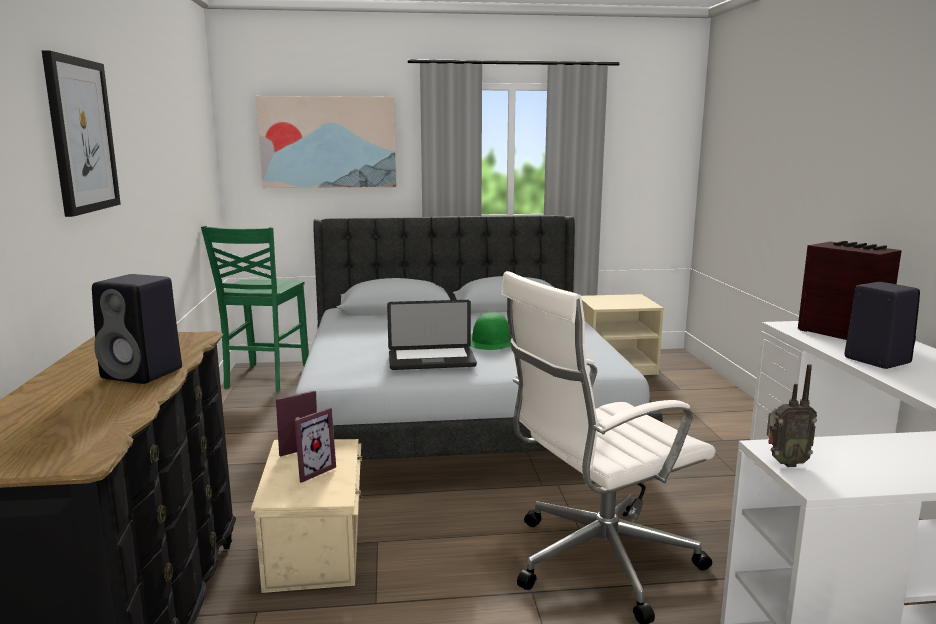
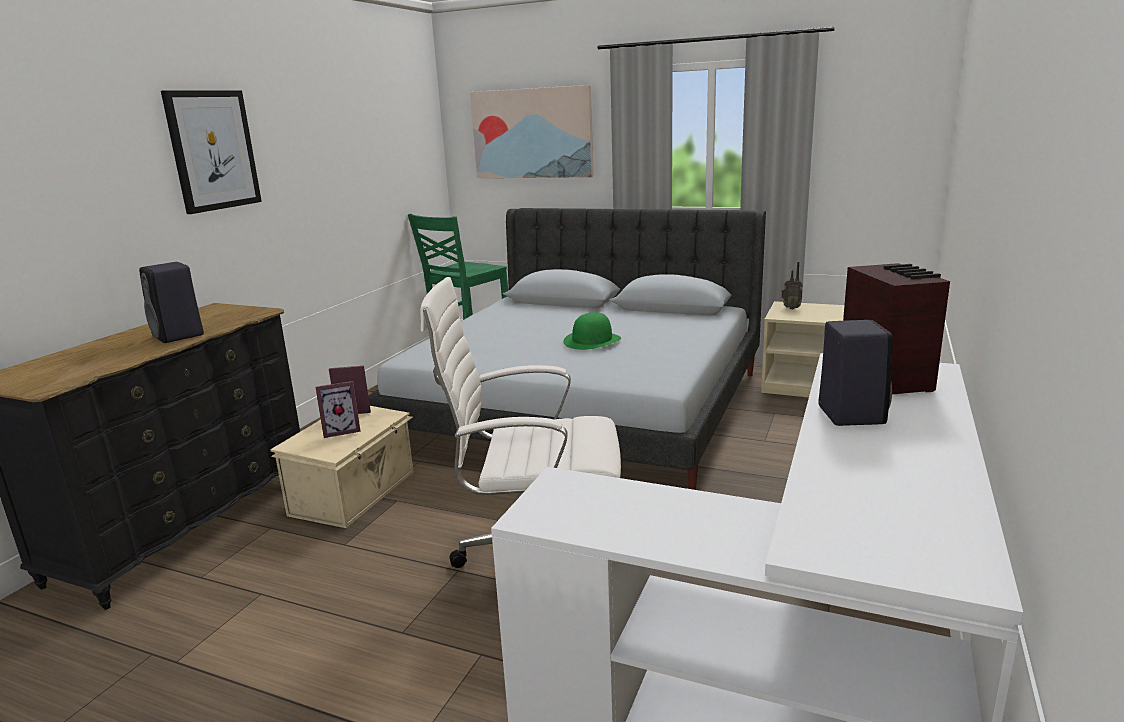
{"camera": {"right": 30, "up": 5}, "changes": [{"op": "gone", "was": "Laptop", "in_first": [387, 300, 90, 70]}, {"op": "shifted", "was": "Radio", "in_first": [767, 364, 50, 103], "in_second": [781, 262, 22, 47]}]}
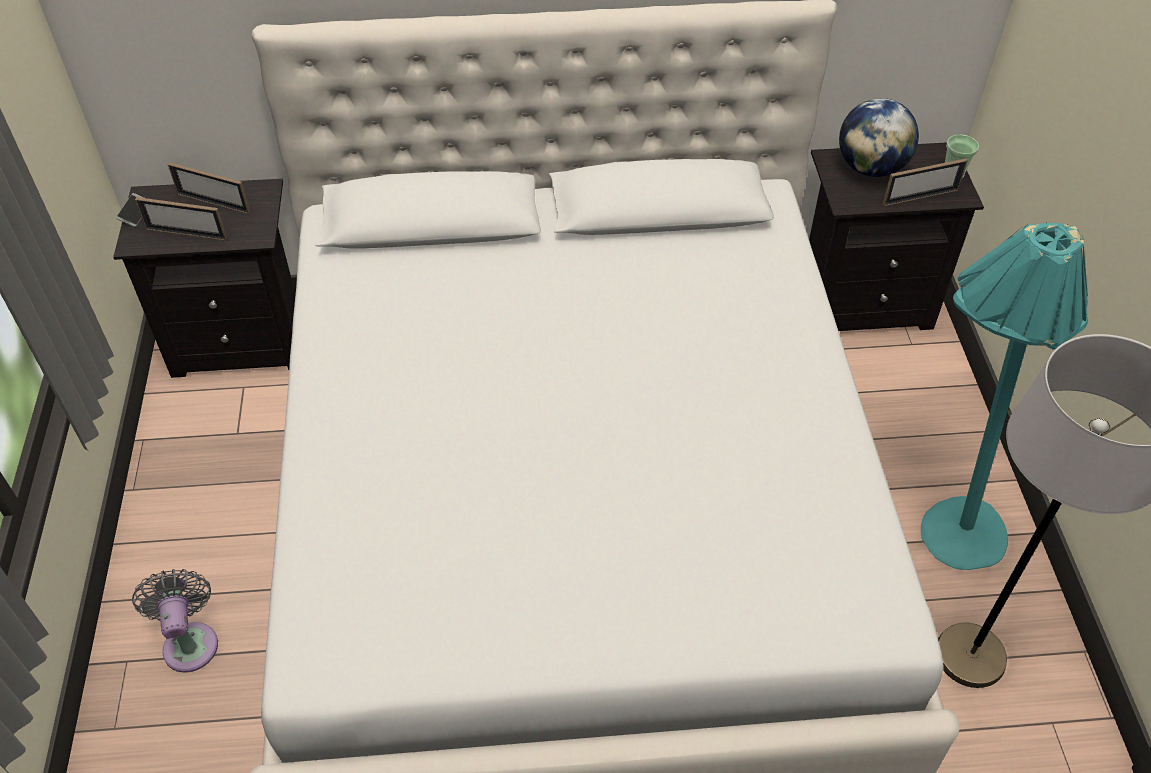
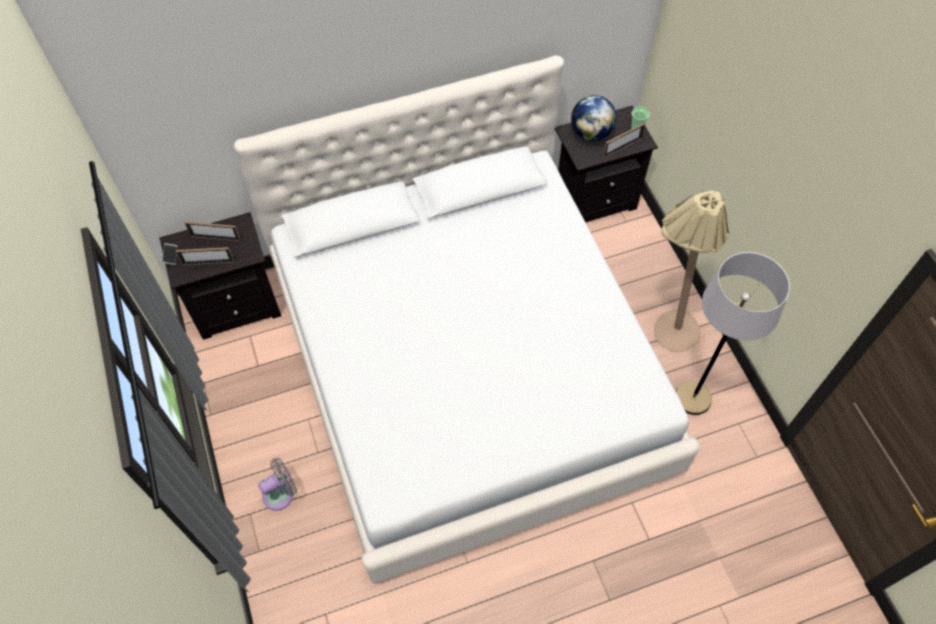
{"camera": {"right": -15, "up": 10}, "changes": [{"op": "rotated", "was": "GreyFan", "in_first": [132, 569, 86, 104], "in_second": [258, 458, 39, 53], "clockwise": 90}, {"op": "repainted", "was": "TurquoiseFloorLamp", "now": "BeigeFloorLamp", "in_first": [921, 221, 167, 349], "in_second": [654, 190, 76, 162]}]}
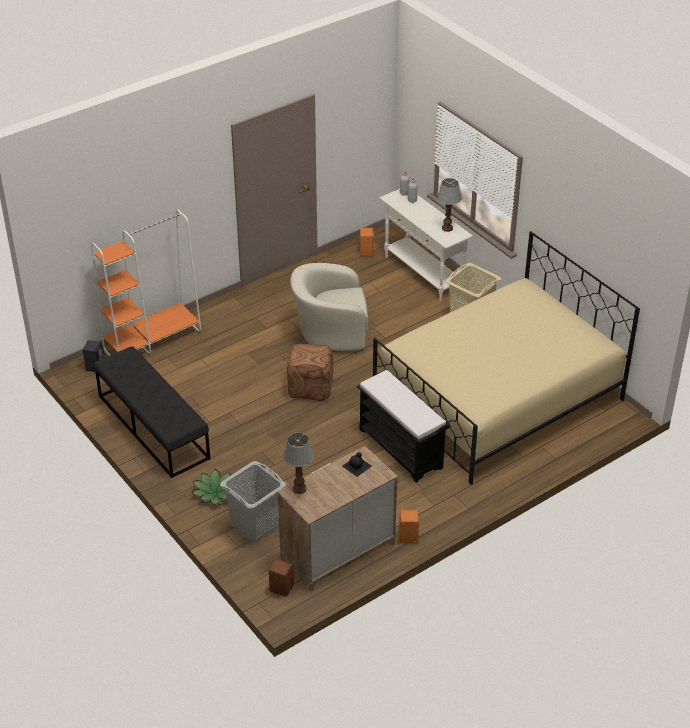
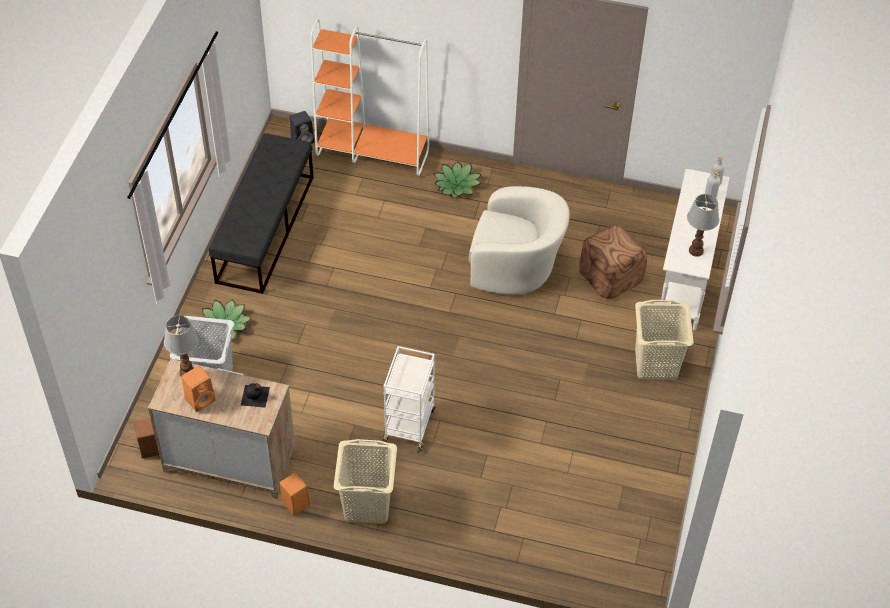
{"camera": {"right": 50, "up": 10}, "changes": [{"op": "shifted", "was": "BrownOttoman", "in_first": [287, 344, 46, 57], "in_second": [579, 224, 68, 75]}, {"op": "rotated", "was": "BeigeArmchair", "in_first": [290, 263, 78, 88], "in_second": [469, 186, 101, 109], "clockwise": 150}, {"op": "swapped", "was": "BlackBench", "now": "WhiteCart", "in_first": [357, 369, 92, 114], "in_second": [383, 346, 53, 107]}, {"op": "shifted", "was": "OrangeSpeaker", "in_first": [360, 228, 15, 28], "in_second": [181, 366, 35, 46]}, {"op": "gone", "was": "BeigeBed", "in_first": [373, 231, 267, 254]}, {"op": "new", "now": "BeigeLaundryBasket", "in_second": [334, 439, 63, 85]}, {"op": "new", "now": "PottedPlant", "in_second": [434, 161, 47, 38]}]}
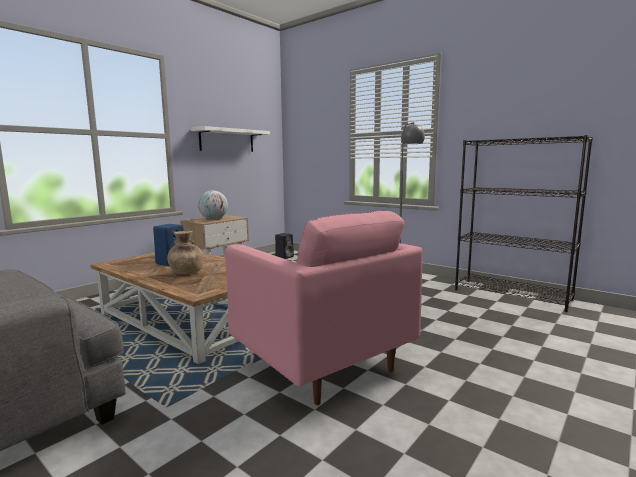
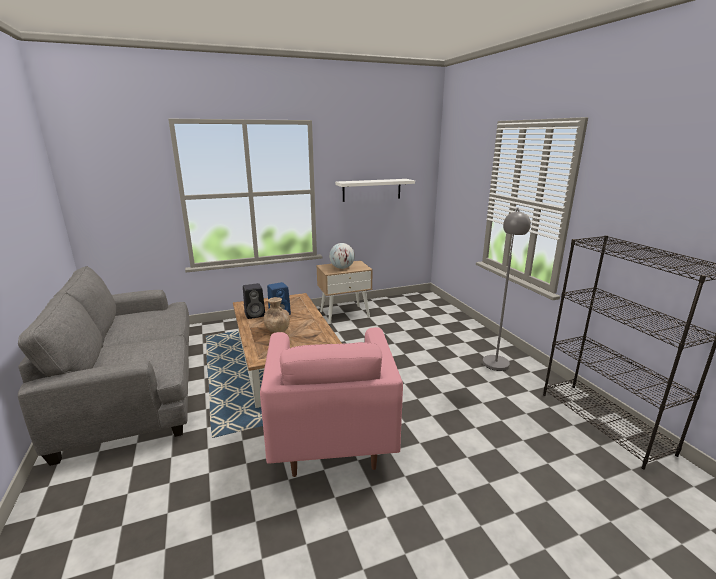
{"camera": {"right": 30, "up": 10}, "changes": [{"op": "shifted", "was": "BlackSpeaker", "in_first": [275, 233, 19, 26], "in_second": [243, 283, 22, 36]}]}
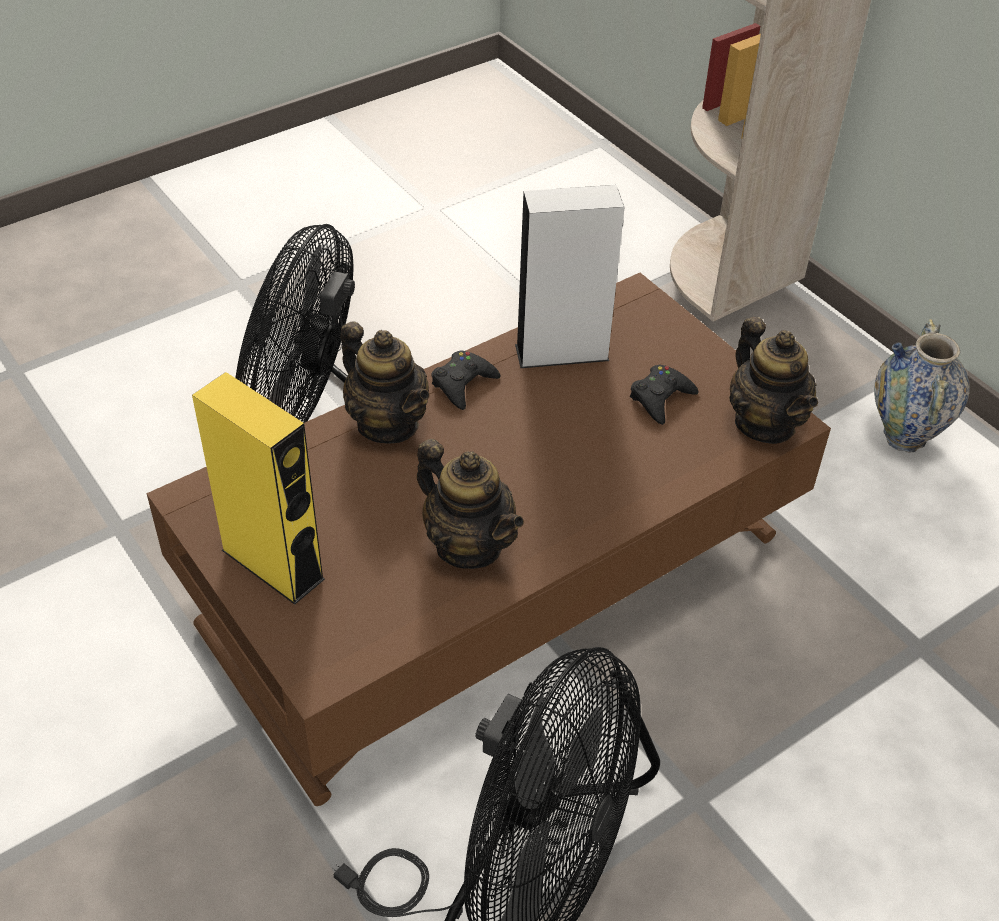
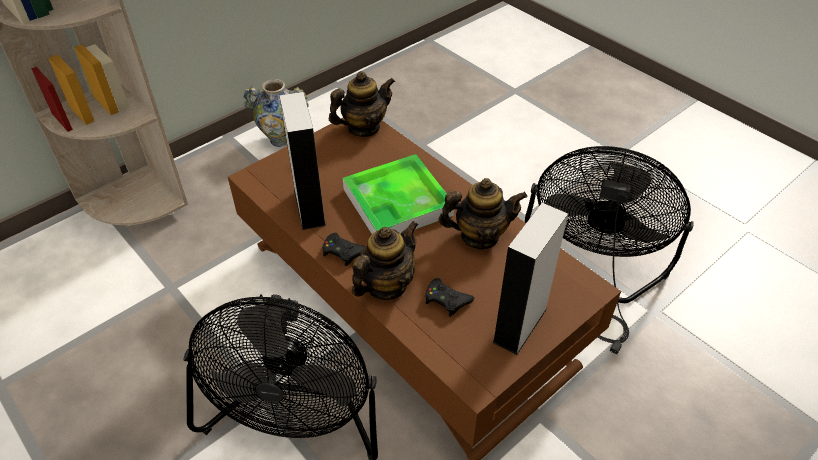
{"camera": {"right": -95, "up": 0}, "changes": [{"op": "repainted", "was": "YellowSpeaker", "now": "GreySpeaker", "in_first": [192, 372, 133, 233], "in_second": [492, 203, 76, 152]}, {"op": "rotated", "was": "Teapot", "in_first": [417, 439, 107, 130], "in_second": [439, 178, 88, 72], "clockwise": 45}, {"op": "shifted", "was": "BlackGameController", "in_first": [630, 365, 69, 60], "in_second": [425, 278, 49, 39]}, {"op": "new", "now": "Tray", "in_second": [343, 154, 111, 80]}]}
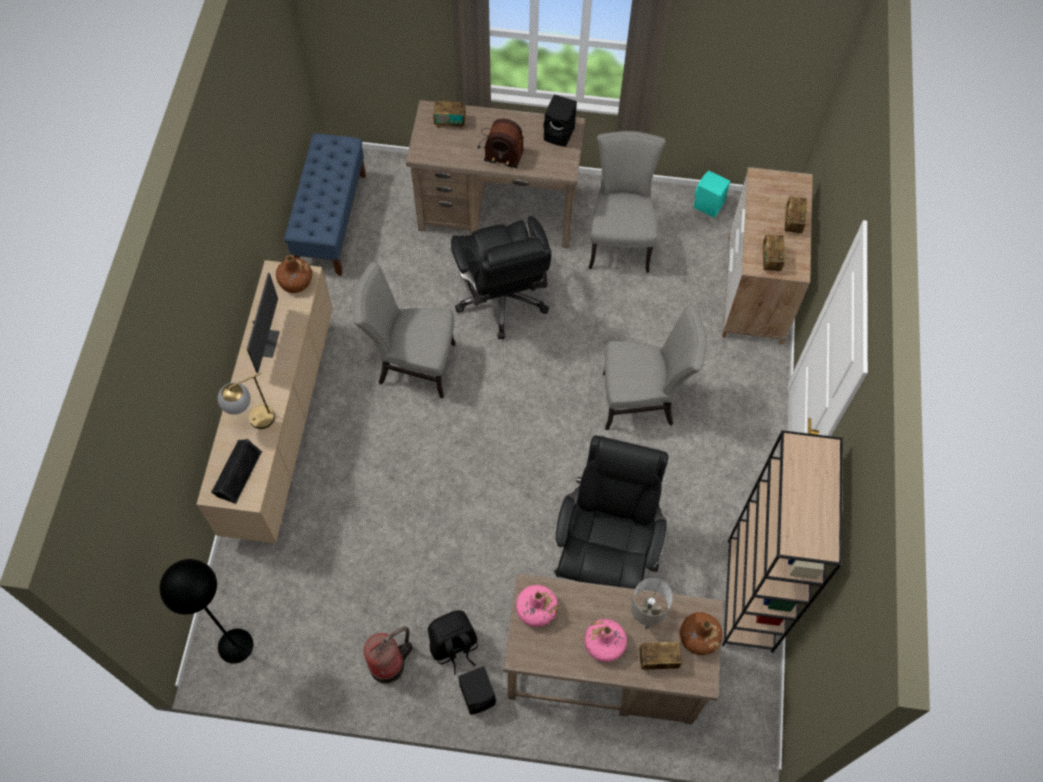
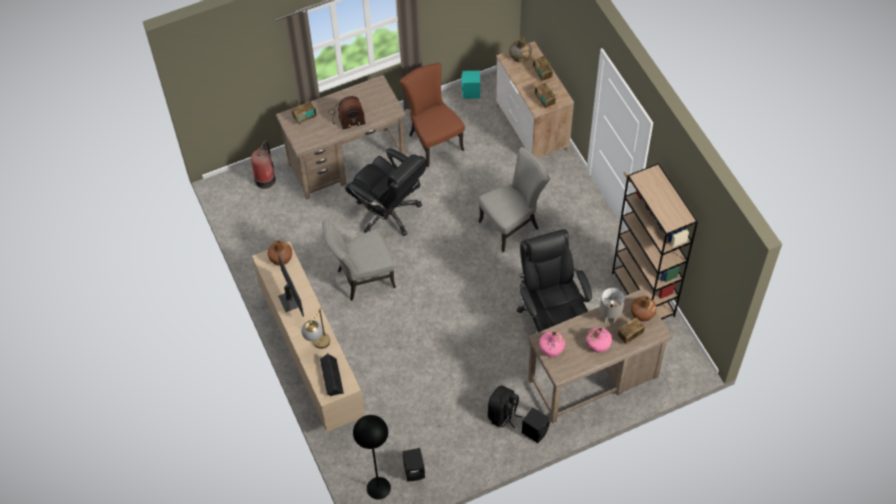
{"camera": {"right": -30, "up": -5}, "changes": [{"op": "gone", "was": "BlueBench", "in_first": [284, 134, 82, 142]}, {"op": "shifted", "was": "FireExtinguisher", "in_first": [364, 627, 49, 57], "in_second": [251, 141, 25, 48]}, {"op": "shifted", "was": "BlackSpeaker", "in_first": [543, 95, 34, 52], "in_second": [402, 448, 23, 33]}, {"op": "repainted", "was": "GreyChair", "now": "BrownChair", "in_first": [589, 131, 77, 141], "in_second": [400, 63, 65, 104]}, {"op": "new", "now": "GreenBottle", "in_second": [509, 37, 23, 25]}]}
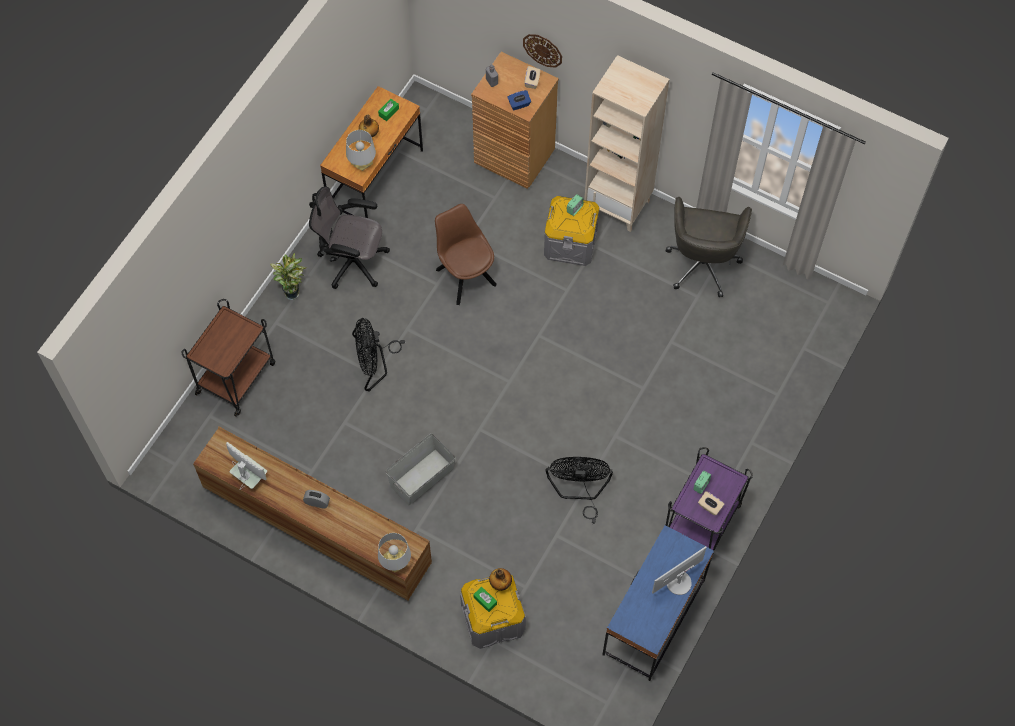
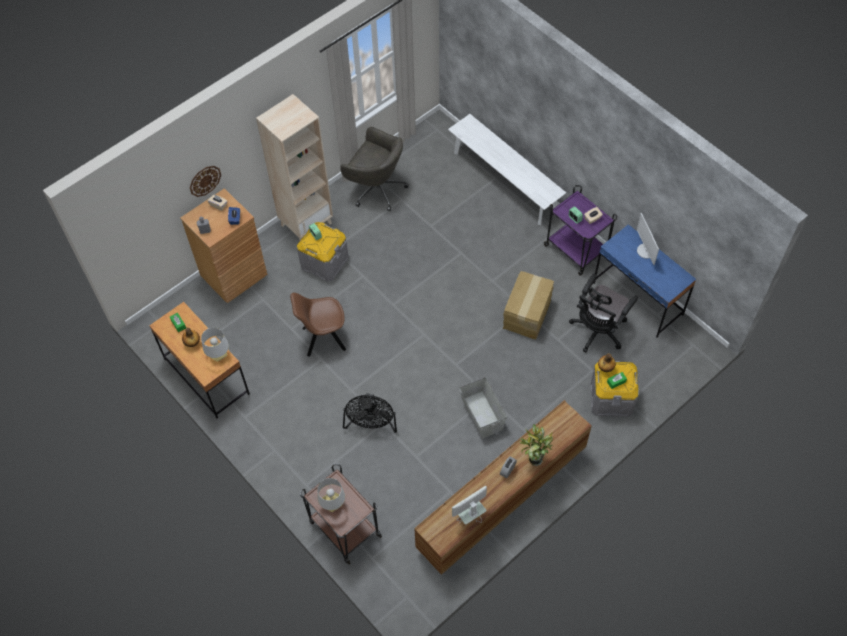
{"camera": {"right": -70, "up": -5}, "changes": [{"op": "shifted", "was": "PottedPlant", "in_first": [270, 253, 37, 47], "in_second": [520, 424, 33, 42]}, {"op": "shifted", "was": "OfficeChair", "in_first": [309, 186, 81, 103], "in_second": [569, 274, 69, 78]}, {"op": "shifted", "was": "GreyTableLamp", "in_first": [378, 533, 33, 39], "in_second": [317, 478, 28, 34]}, {"op": "swapped", "was": "BlackFan", "now": "CardboardBox", "in_first": [546, 457, 67, 67], "in_second": [503, 271, 51, 68]}, {"op": "new", "now": "WhiteBench", "in_second": [448, 114, 118, 111]}]}
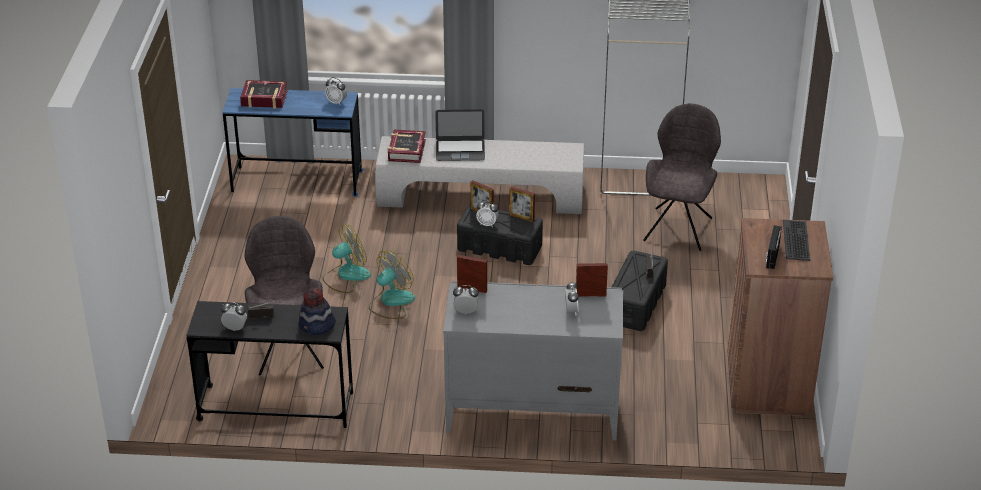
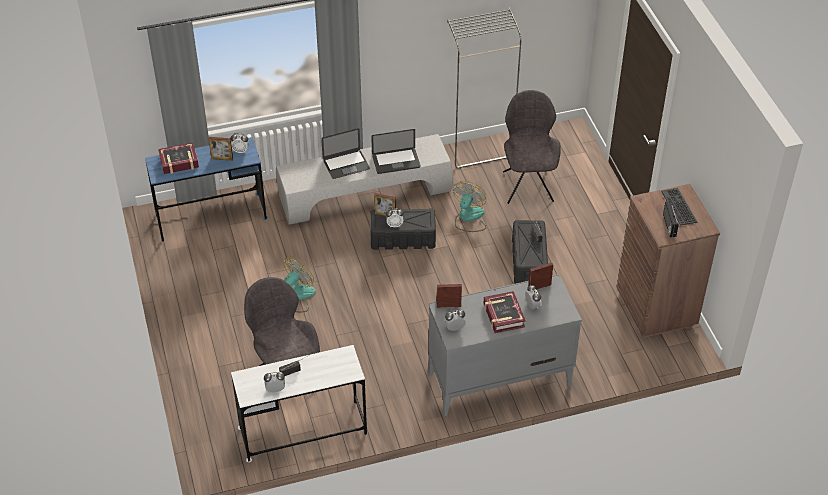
{"camera": {"right": -20, "up": 10}, "changes": [{"op": "repainted", "was": "BlackDesk", "now": "WhiteDesk", "in_first": [186, 301, 167, 127], "in_second": [231, 345, 136, 117]}, {"op": "gone", "was": "Hat", "in_first": [299, 288, 37, 47]}, {"op": "shifted", "was": "Fan", "in_first": [369, 250, 46, 69], "in_second": [453, 181, 33, 51]}, {"op": "shifted", "was": "Book", "in_first": [388, 130, 38, 33], "in_second": [484, 291, 41, 42]}, {"op": "shifted", "was": "PictureFrame", "in_first": [509, 186, 26, 36], "in_second": [209, 137, 24, 24]}, {"op": "new", "now": "Laptop", "in_second": [371, 129, 50, 45]}]}
